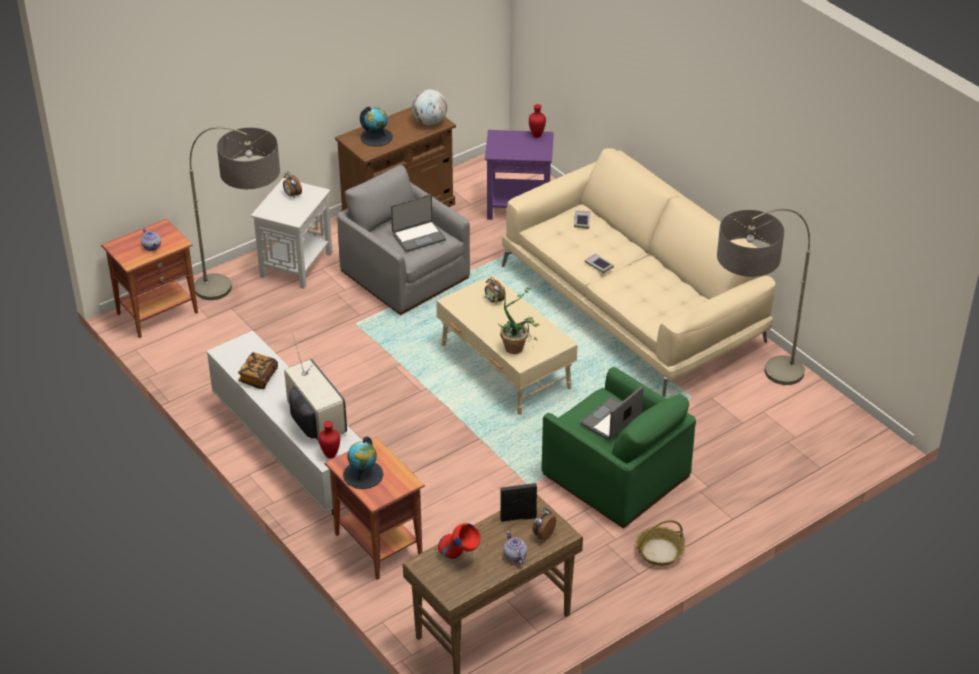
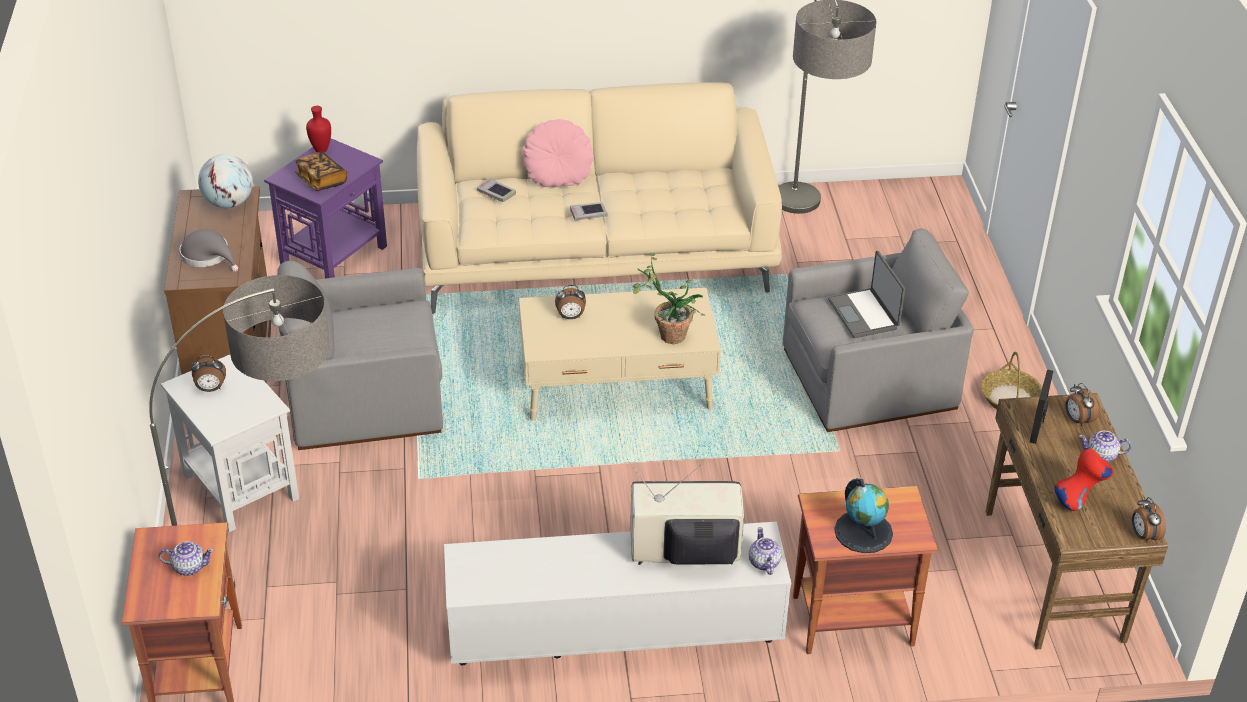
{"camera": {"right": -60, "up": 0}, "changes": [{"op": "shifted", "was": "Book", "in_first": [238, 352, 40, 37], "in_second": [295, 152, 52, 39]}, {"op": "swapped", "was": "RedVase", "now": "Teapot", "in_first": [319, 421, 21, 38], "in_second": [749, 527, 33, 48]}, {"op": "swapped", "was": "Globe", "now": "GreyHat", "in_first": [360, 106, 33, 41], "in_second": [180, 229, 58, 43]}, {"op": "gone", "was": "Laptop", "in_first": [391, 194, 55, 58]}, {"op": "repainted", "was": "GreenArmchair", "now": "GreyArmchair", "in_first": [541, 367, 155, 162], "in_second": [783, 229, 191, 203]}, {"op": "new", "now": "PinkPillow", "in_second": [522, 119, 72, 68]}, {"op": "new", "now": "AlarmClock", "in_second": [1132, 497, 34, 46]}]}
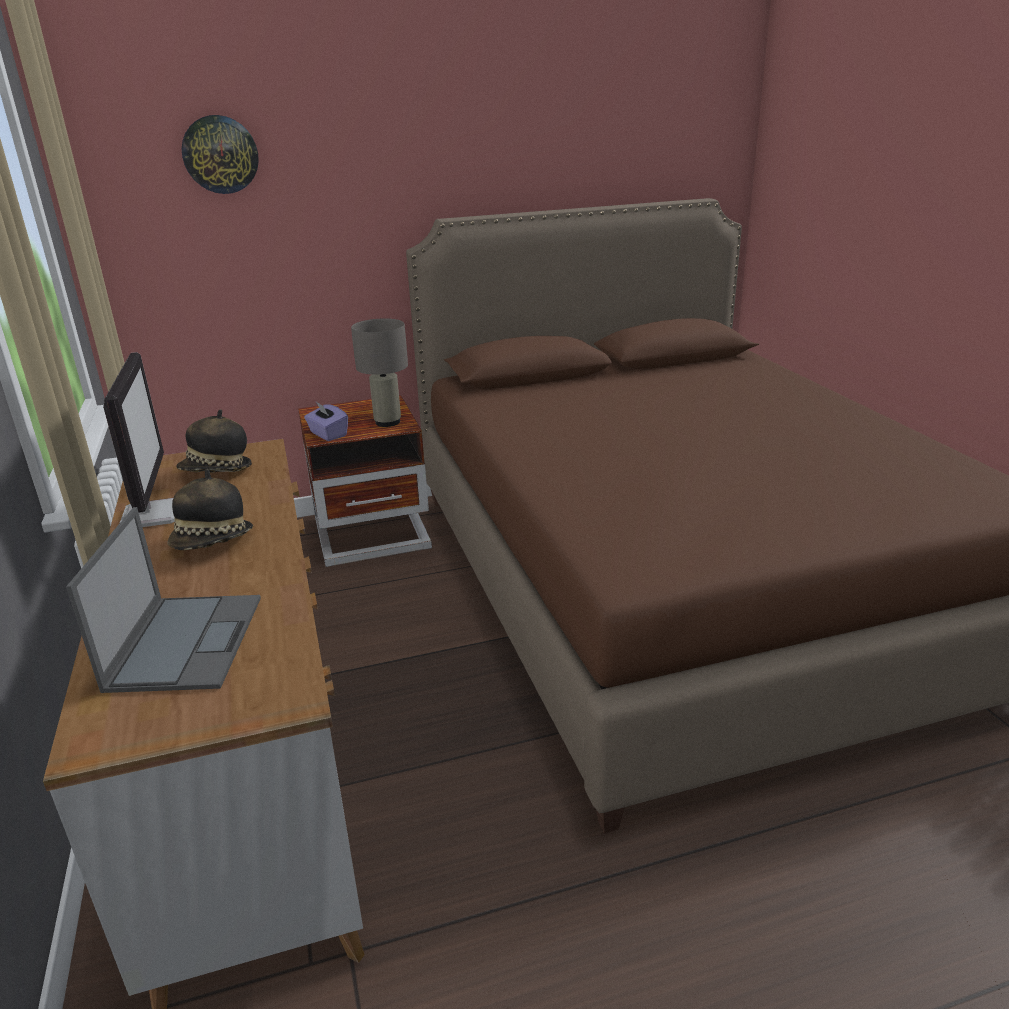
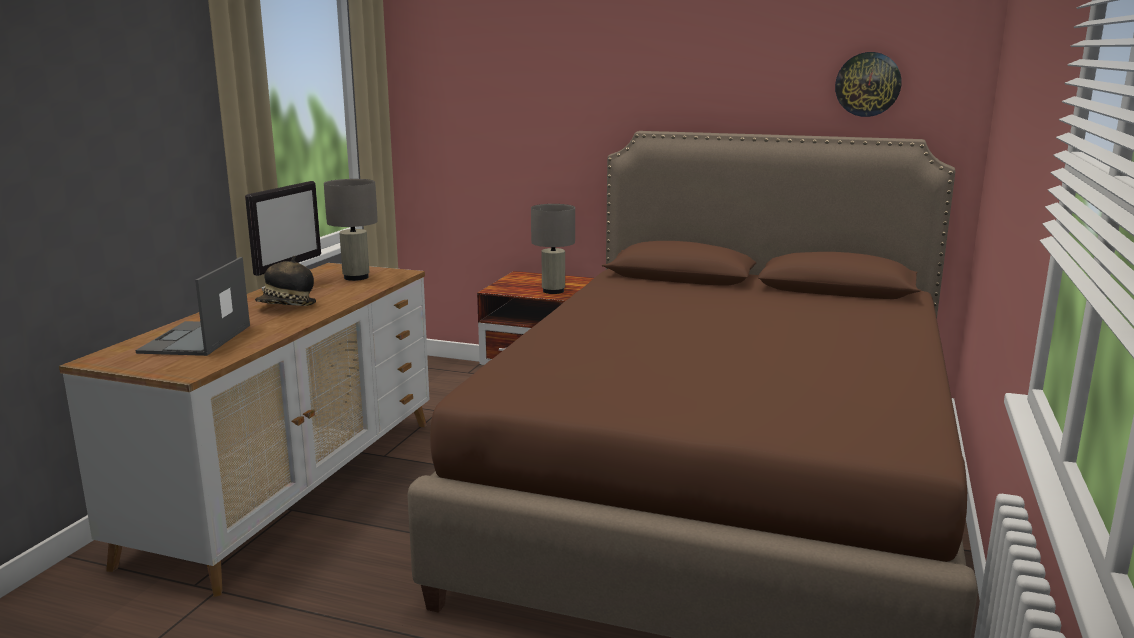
{"camera": {"right": 35, "up": -10}, "changes": [{"op": "rotated", "was": "Laptop", "in_first": [66, 507, 195, 186], "in_second": [136, 257, 114, 99], "clockwise": 150}, {"op": "swapped", "was": "Hat", "now": "GreyTableLamp", "in_first": [176, 410, 76, 63], "in_second": [324, 179, 54, 102]}, {"op": "shifted", "was": "WallClock", "in_first": [182, 115, 77, 79], "in_second": [835, 52, 66, 65]}, {"op": "gone", "was": "PurpleTissueBox", "in_first": [304, 402, 44, 39]}]}
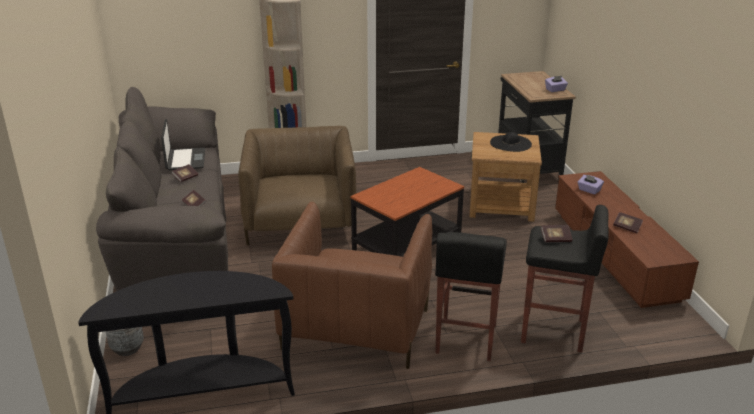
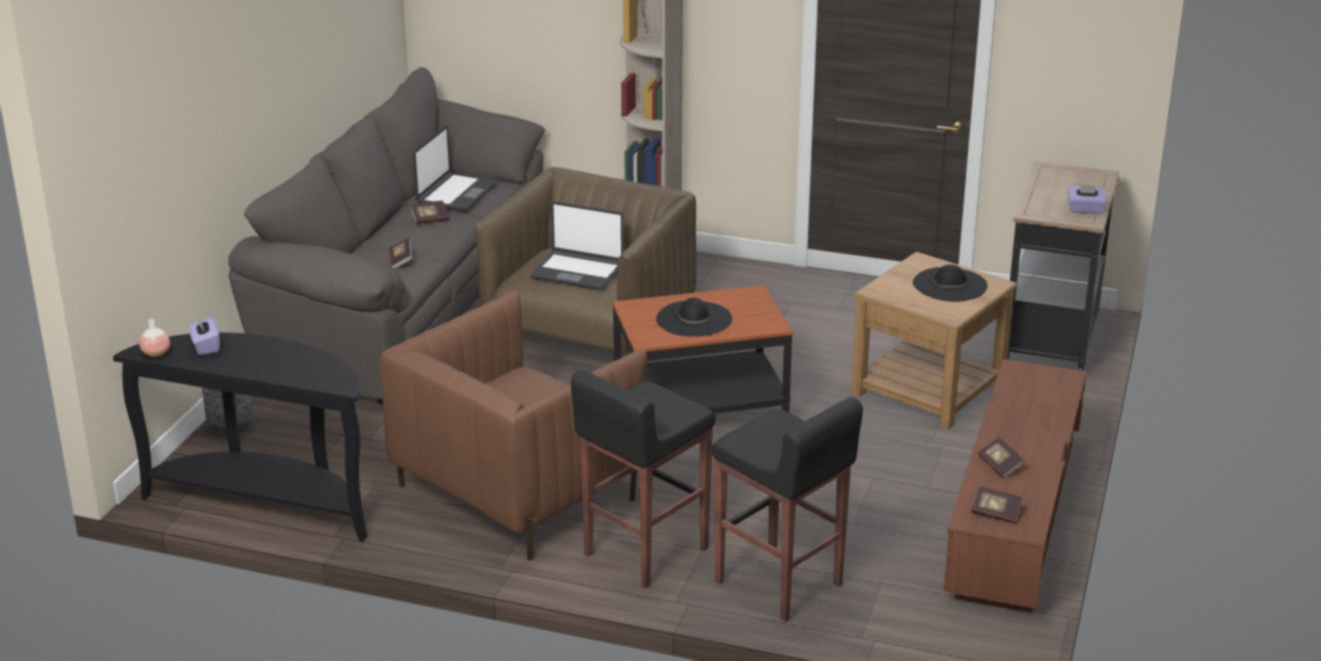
{"camera": {"right": 30, "up": 0}, "changes": [{"op": "shifted", "was": "Book", "in_first": [541, 225, 32, 18], "in_second": [971, 486, 51, 38]}, {"op": "shifted", "was": "PurpleTissueBox", "in_first": [578, 174, 26, 20], "in_second": [189, 317, 31, 38]}, {"op": "new", "now": "Vase", "in_second": [139, 319, 31, 38]}, {"op": "new", "now": "Laptop", "in_second": [531, 201, 93, 89]}, {"op": "new", "now": "BlackHat", "in_second": [656, 298, 76, 39]}]}
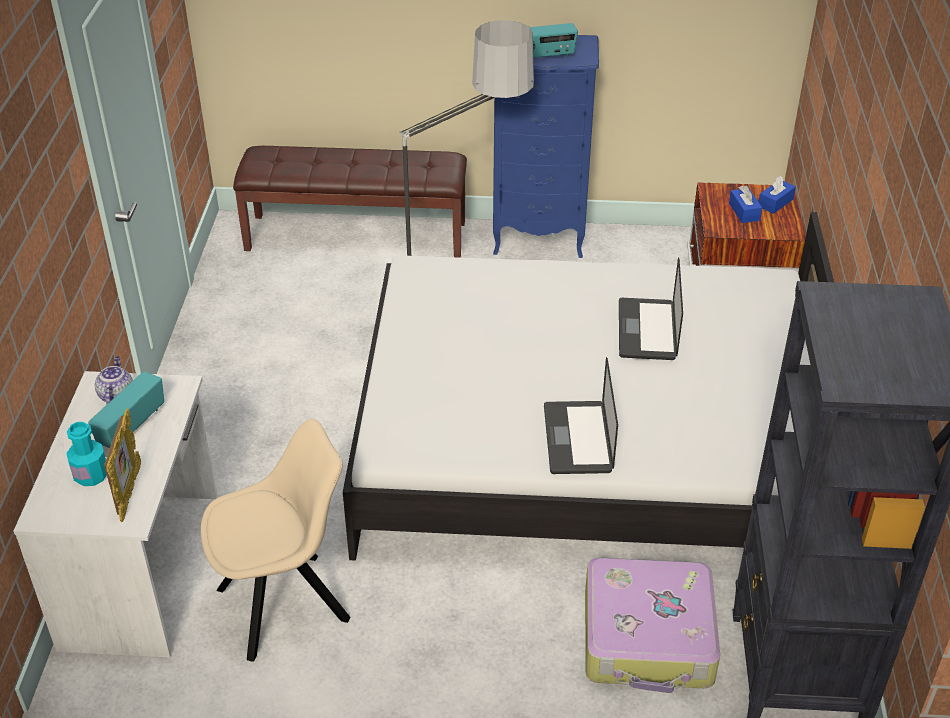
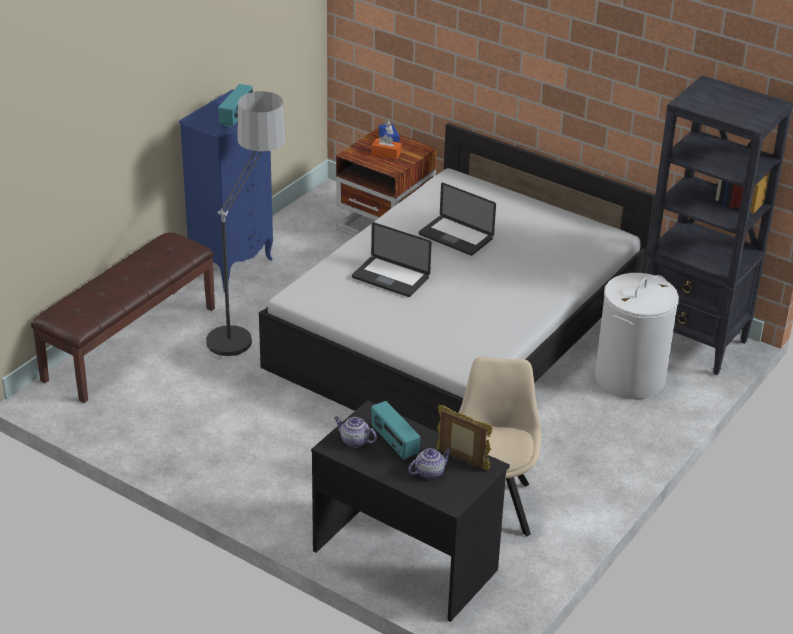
{"camera": {"right": -60, "up": -5}, "changes": [{"op": "repainted", "was": "WhiteDesk", "now": "BlackDesk", "in_first": [14, 371, 204, 287], "in_second": [311, 400, 199, 222]}, {"op": "swapped", "was": "TurquoiseBottle", "now": "Teapot", "in_first": [66, 422, 41, 64], "in_second": [409, 448, 43, 31]}, {"op": "shifted", "was": "Laptop", "in_first": [544, 357, 74, 117], "in_second": [352, 222, 79, 75]}, {"op": "swapped", "was": "Suitcase", "now": "WhiteLaundryBasket", "in_first": [585, 557, 135, 136], "in_second": [595, 273, 84, 126]}, {"op": "repainted", "was": "BlueTissueBox", "now": "OrangeTissueBox", "in_first": [729, 185, 33, 38], "in_second": [371, 134, 30, 26]}]}
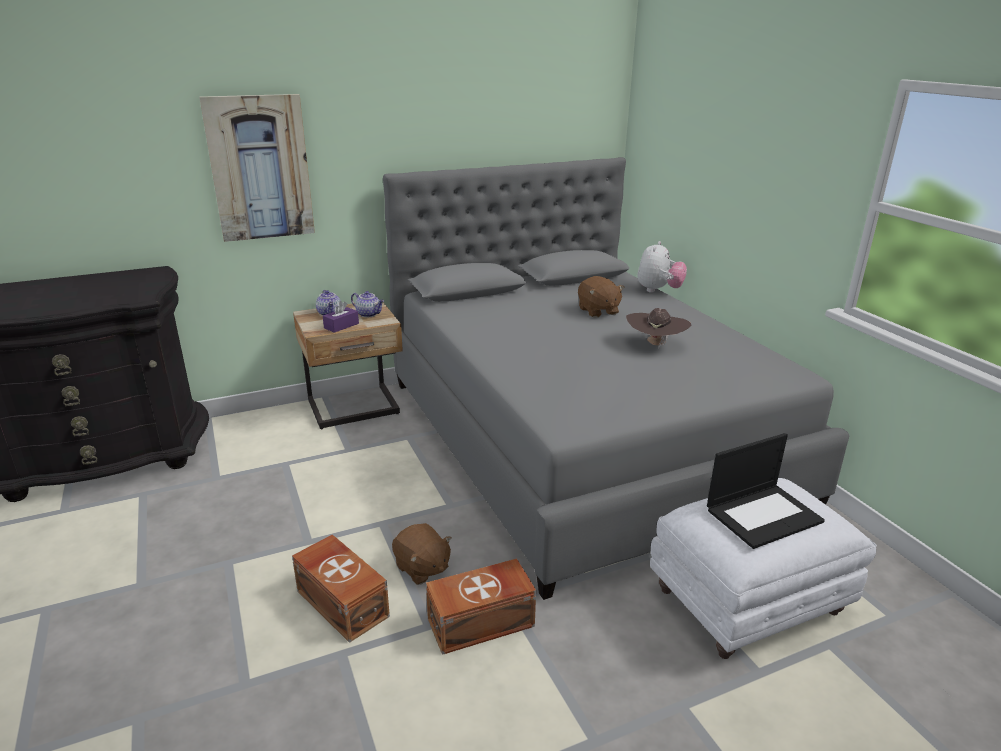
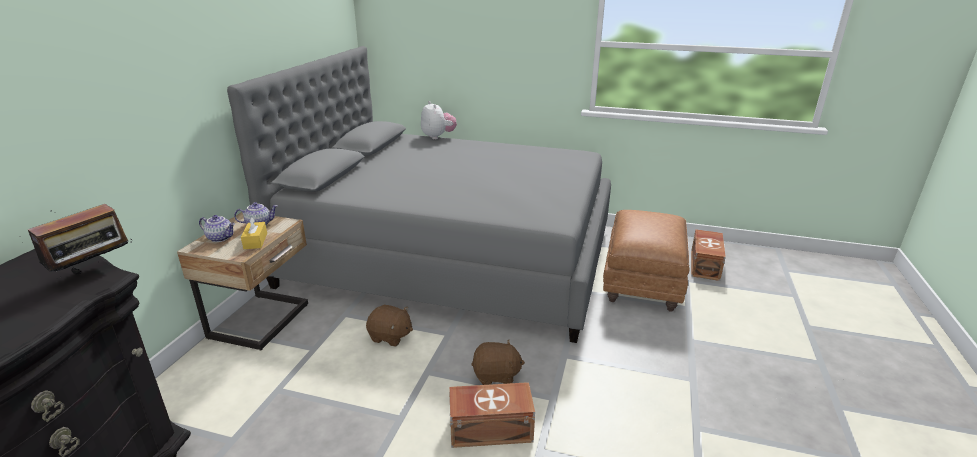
{"camera": {"right": -50, "up": 0}, "changes": [{"op": "gone", "was": "Picture", "in_first": [199, 94, 116, 148]}, {"op": "repainted", "was": "PurpleTissueBox", "now": "YellowTissueBox", "in_first": [323, 301, 36, 32], "in_second": [241, 217, 26, 32]}, {"op": "shifted", "was": "BrownStorageBox", "in_first": [426, 558, 110, 97], "in_second": [691, 229, 35, 52]}, {"op": "shifted", "was": "BrownPlushToy", "in_first": [578, 276, 46, 42], "in_second": [366, 305, 47, 42]}, {"op": "gone", "was": "BrownHat", "in_first": [626, 308, 66, 41]}, {"op": "repainted", "was": "WhiteOttoman", "now": "BrownOttoman", "in_first": [650, 478, 227, 181], "in_second": [603, 210, 87, 102]}, {"op": "gone", "was": "Laptop", "in_first": [707, 433, 118, 116]}, {"op": "new", "now": "Radio", "in_second": [28, 204, 104, 75]}]}
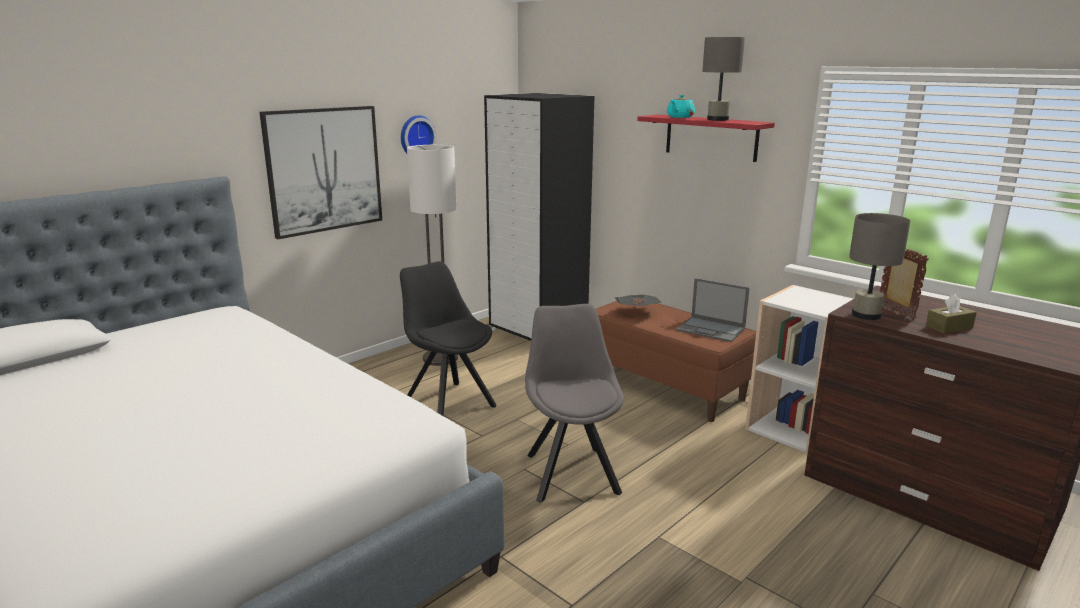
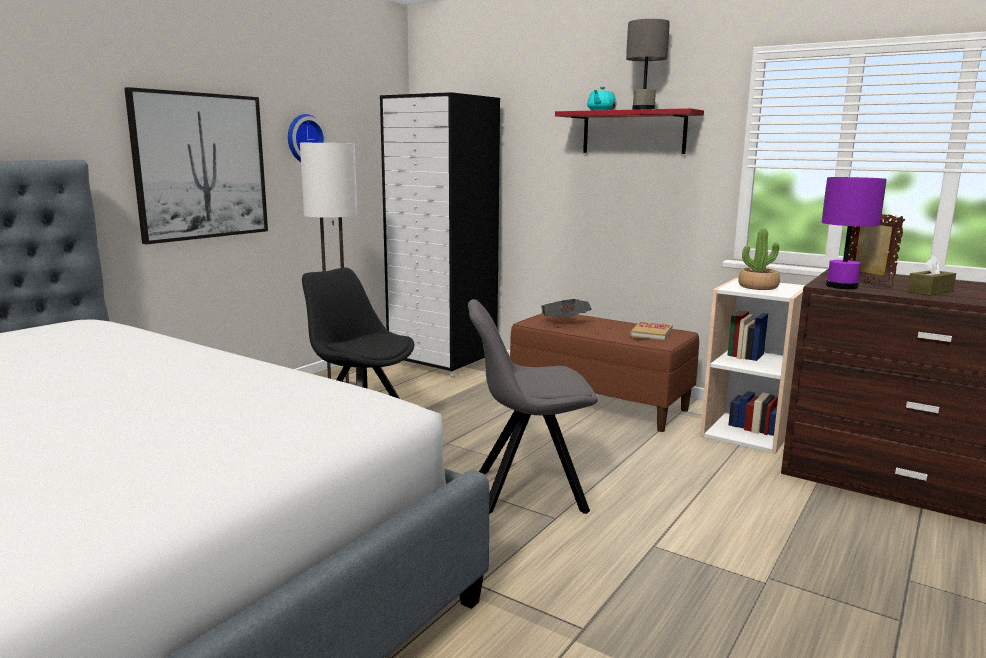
{"camera": {"right": -10, "up": -5}, "changes": [{"op": "rotated", "was": "GreyChair", "in_first": [525, 304, 99, 198], "in_second": [468, 299, 130, 215], "clockwise": -75}, {"op": "swapped", "was": "Laptop", "now": "Book", "in_first": [676, 278, 73, 64], "in_second": [630, 321, 43, 20]}, {"op": "repainted", "was": "GreyTableLamp", "now": "PurpleTableLamp", "in_first": [849, 213, 61, 107], "in_second": [822, 177, 64, 112]}, {"op": "new", "now": "PottedPlant", "in_second": [738, 228, 42, 62]}]}
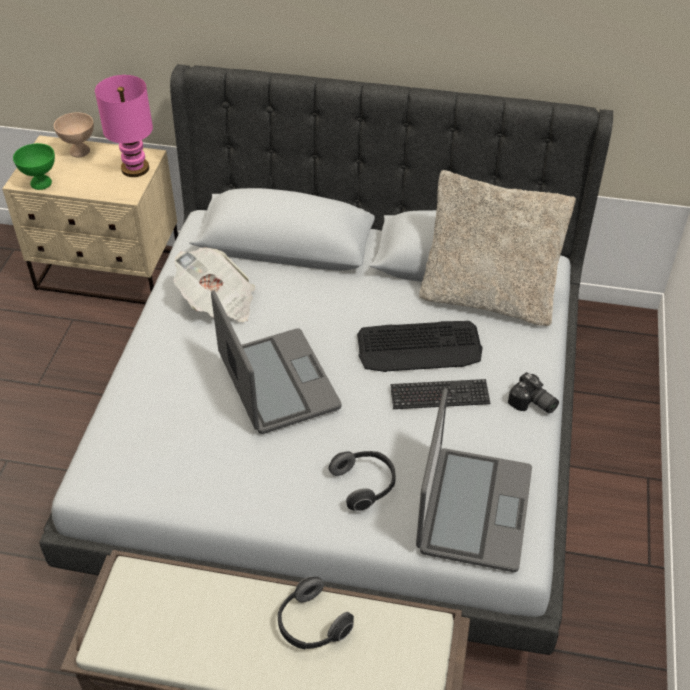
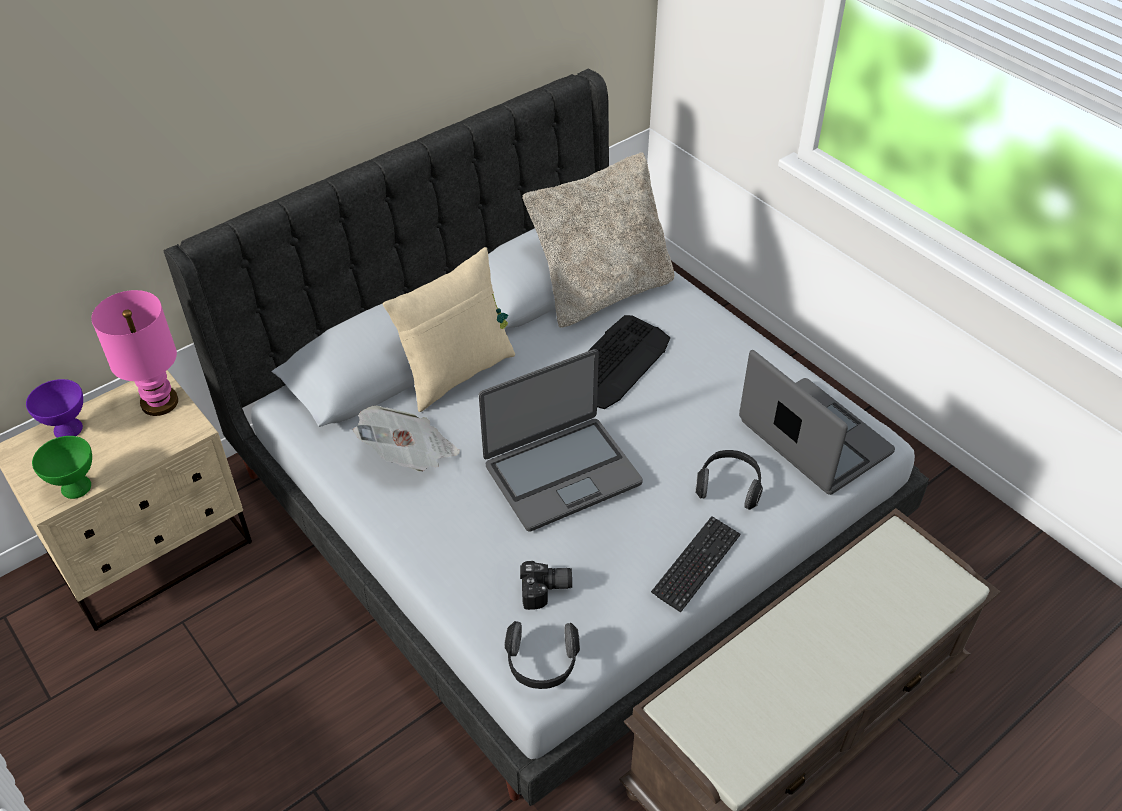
{"camera": {"right": -50, "up": 0}, "changes": [{"op": "repainted", "was": "BeigeBowl", "now": "PurpleBowl", "in_first": [54, 112, 40, 45], "in_second": [26, 379, 57, 59]}, {"op": "rotated", "was": "Laptop", "in_first": [211, 290, 130, 144], "in_second": [479, 349, 164, 183], "clockwise": 135}, {"op": "shifted", "was": "Headphones", "in_first": [278, 577, 76, 72], "in_second": [504, 621, 76, 68]}, {"op": "shifted", "was": "Keyboard", "in_first": [390, 379, 100, 30], "in_second": [651, 516, 90, 96]}, {"op": "shifted", "was": "PhotoCamera", "in_first": [508, 372, 51, 42], "in_second": [520, 561, 52, 49]}, {"op": "new", "now": "BeigePillow", "in_second": [382, 247, 133, 165]}]}
